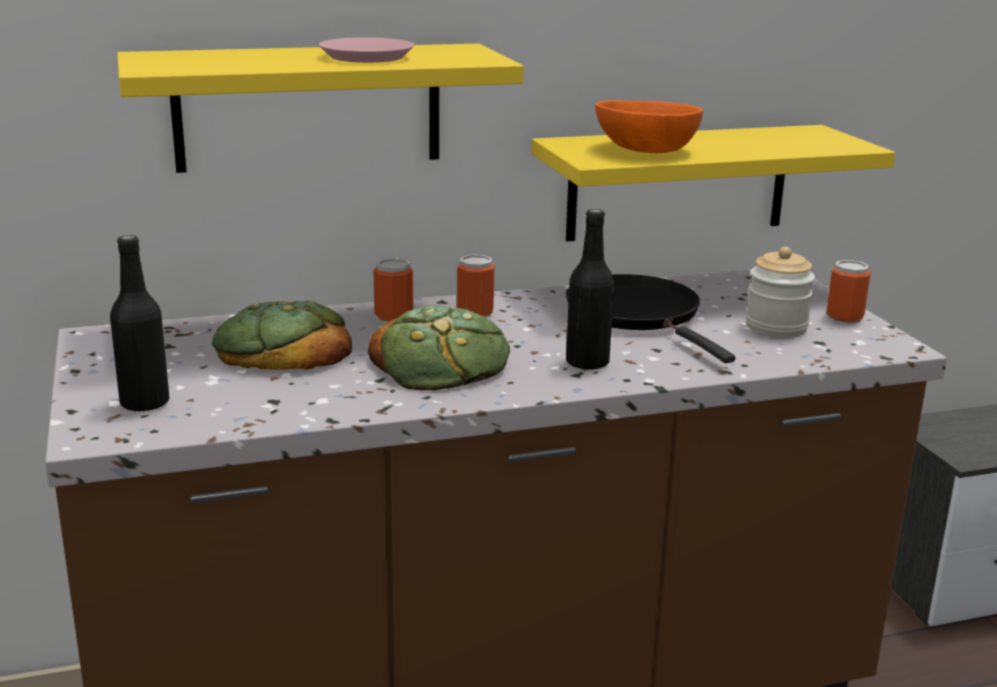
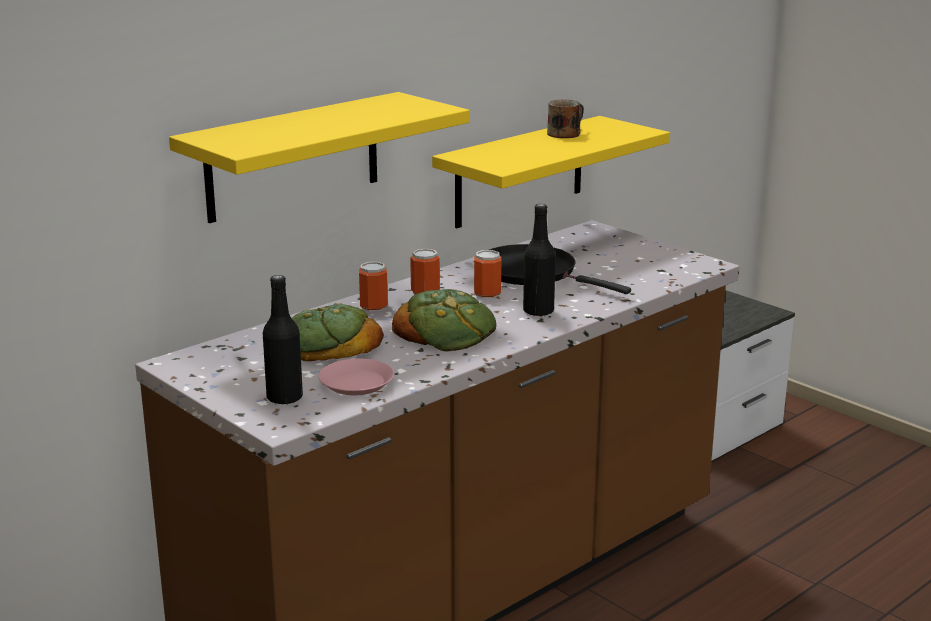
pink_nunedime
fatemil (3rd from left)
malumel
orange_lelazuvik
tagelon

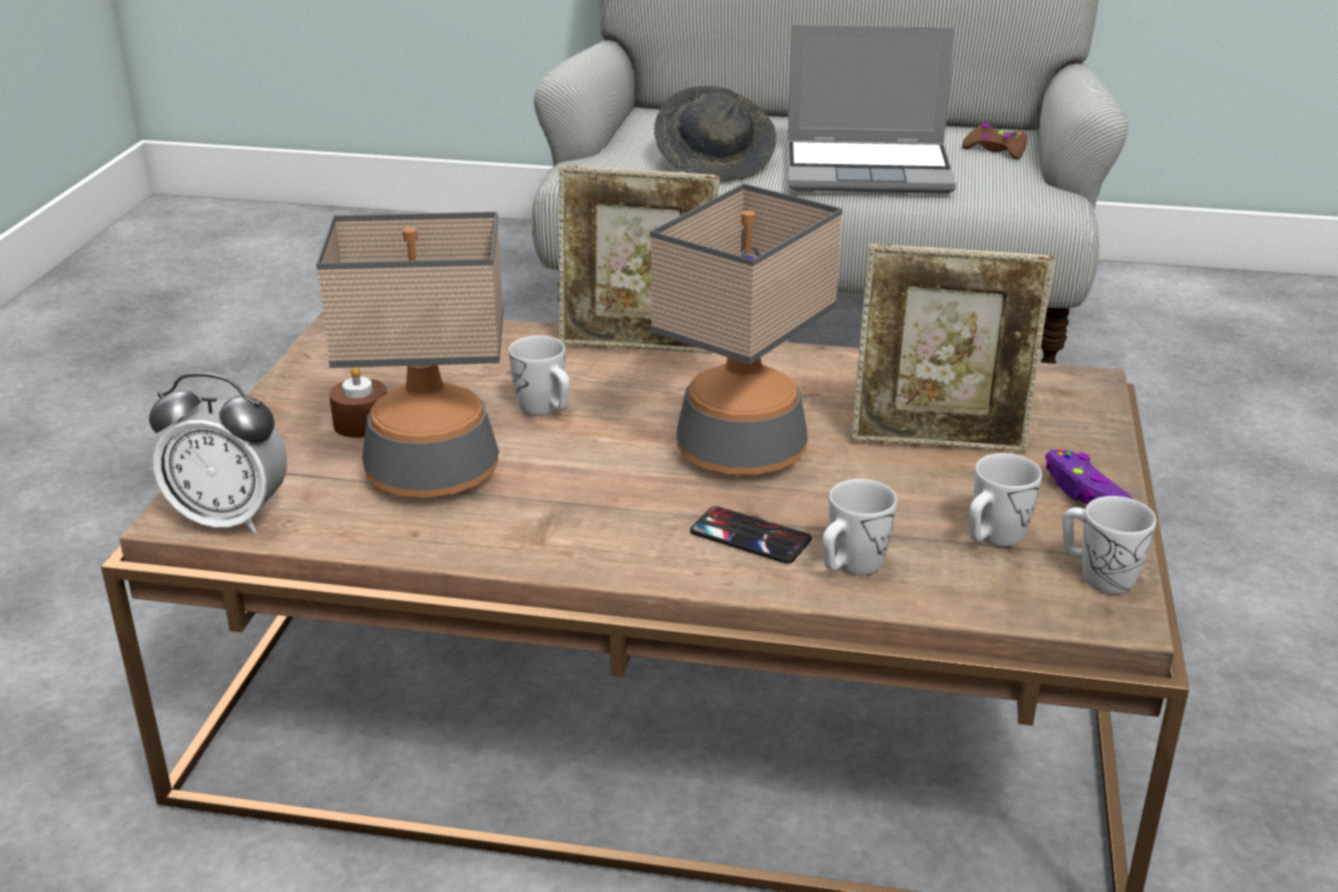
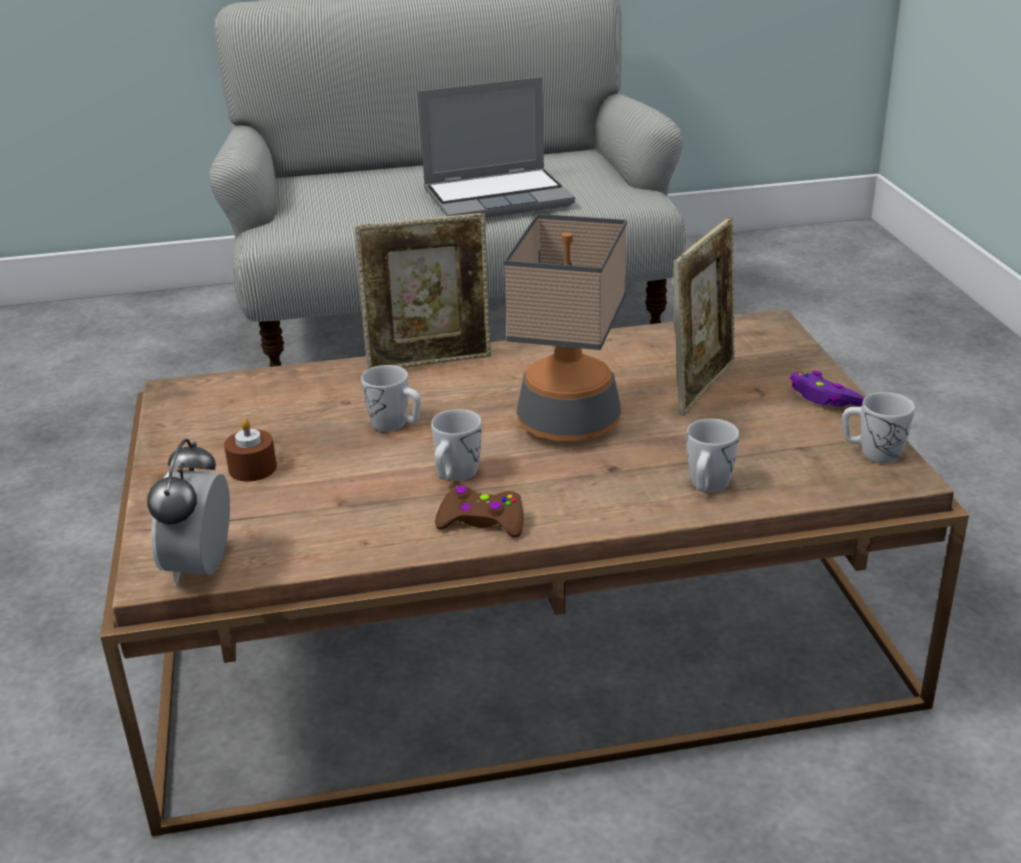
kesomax
white_malumel (2nd from left)
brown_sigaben
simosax (2nd from left)
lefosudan (1st from left in the first image)
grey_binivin
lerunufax

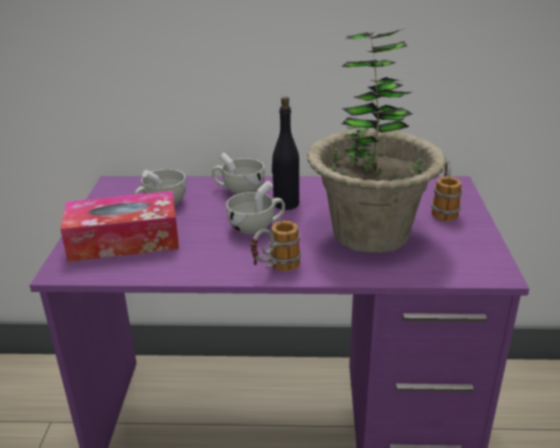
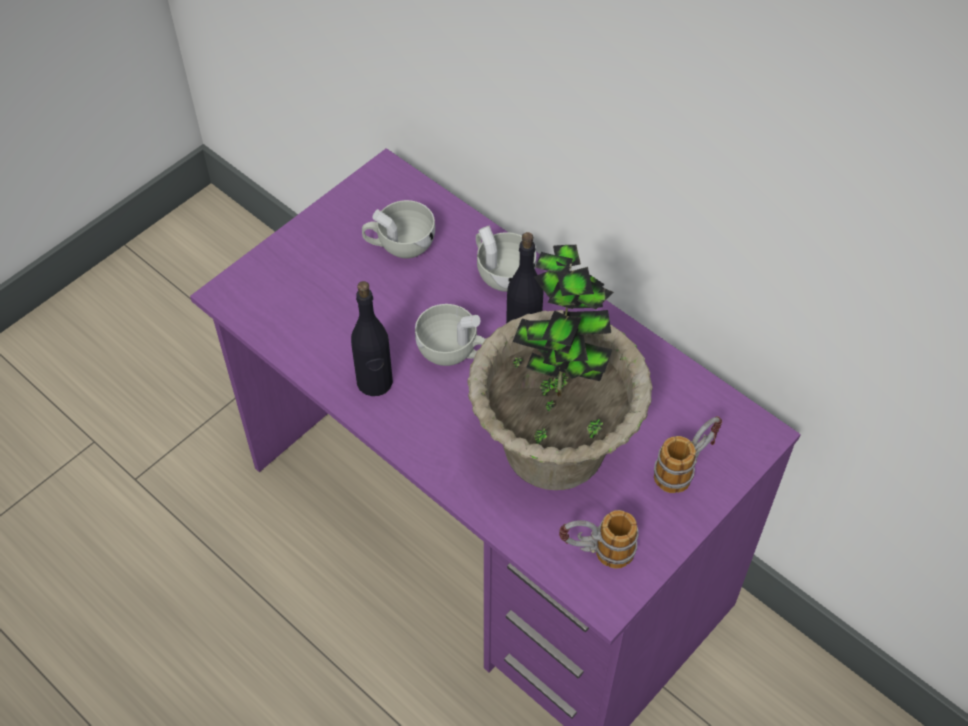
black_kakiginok (1st from left)
malumel (1st from left)
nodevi

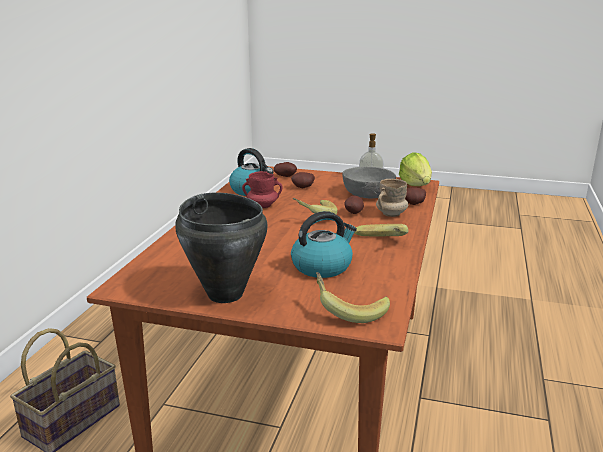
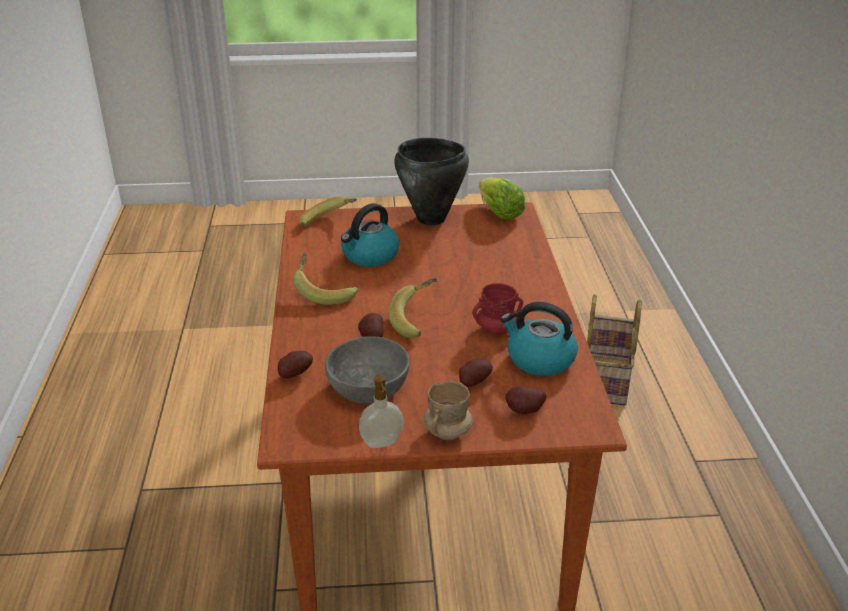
beige_malumel
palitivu

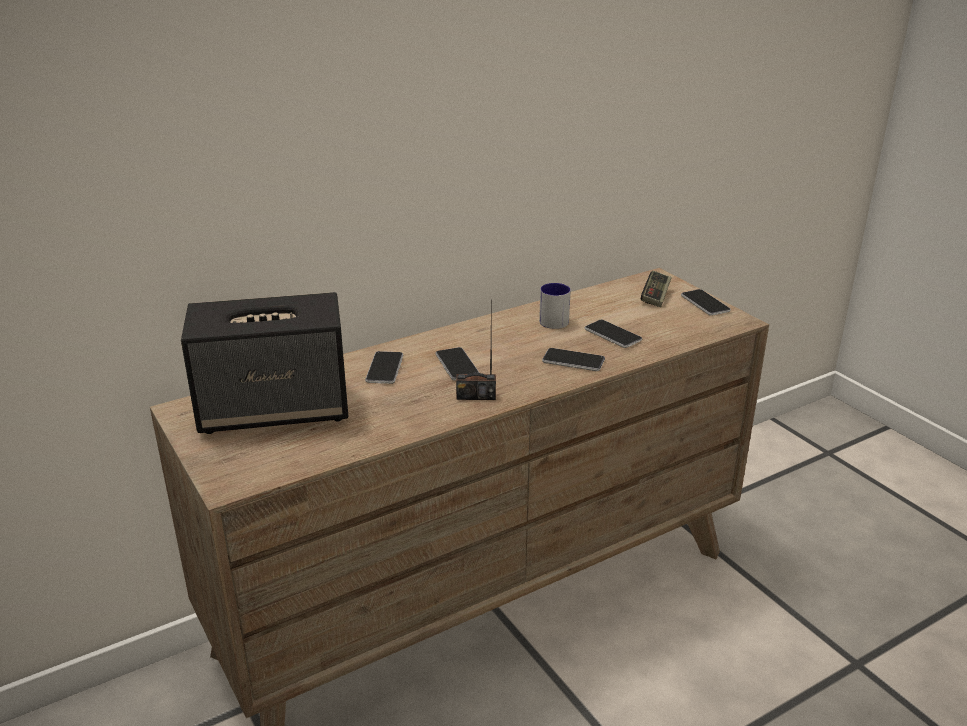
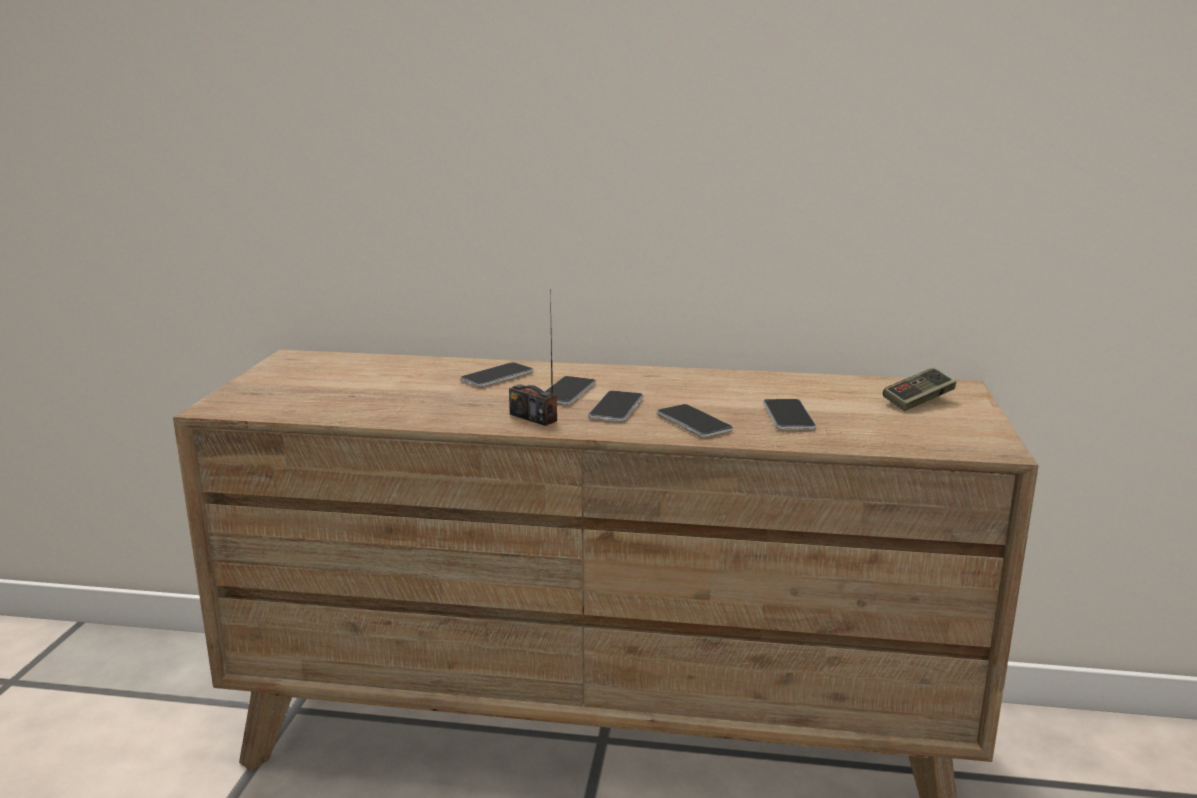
lerunufax (3rd from left)
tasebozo
malumel

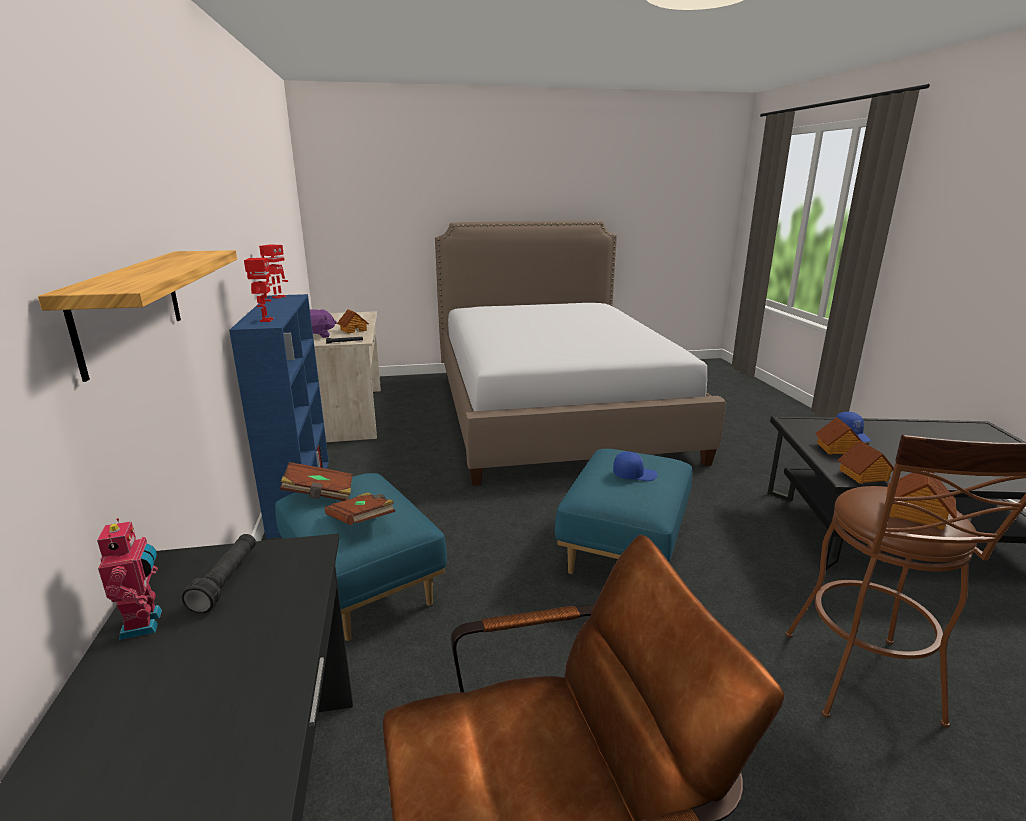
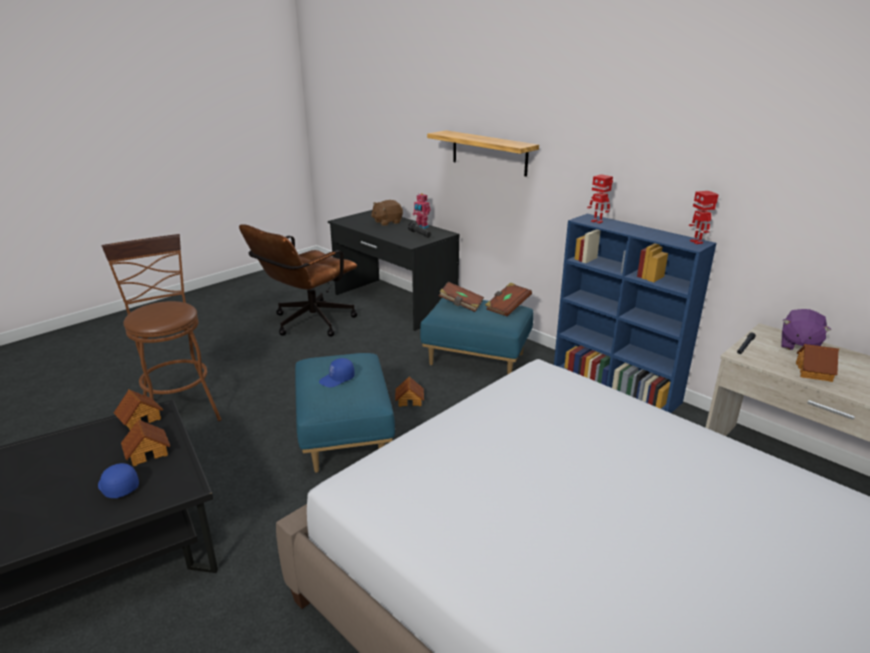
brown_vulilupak
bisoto (3rd from left)

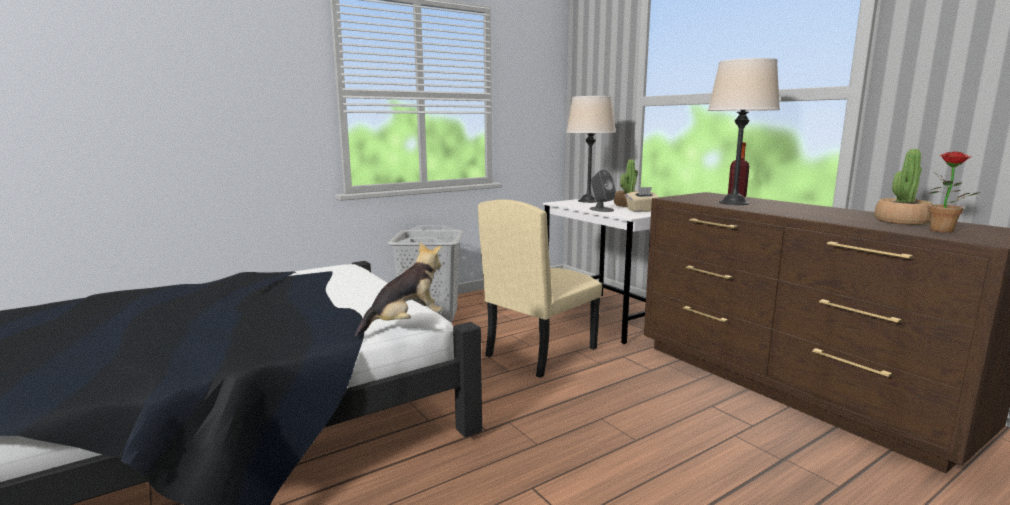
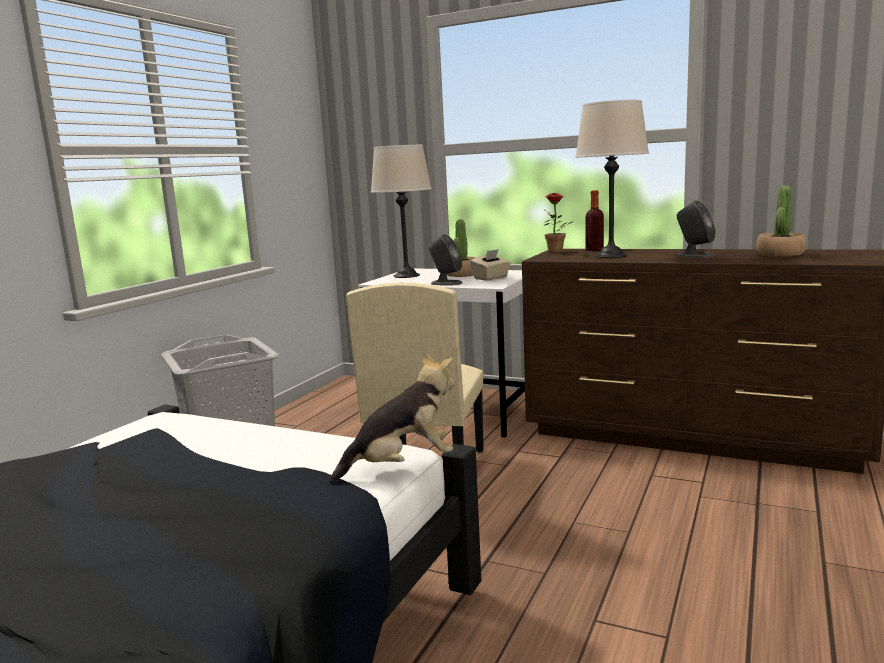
vulilupak
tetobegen (2nd from left)
grey_tasebozo (2nd from left)

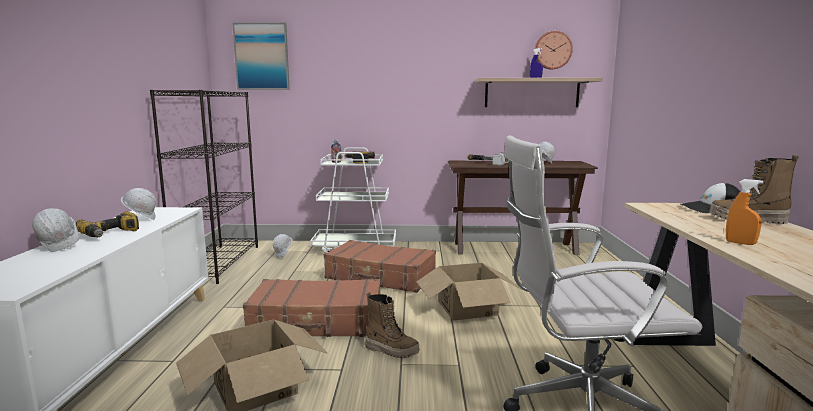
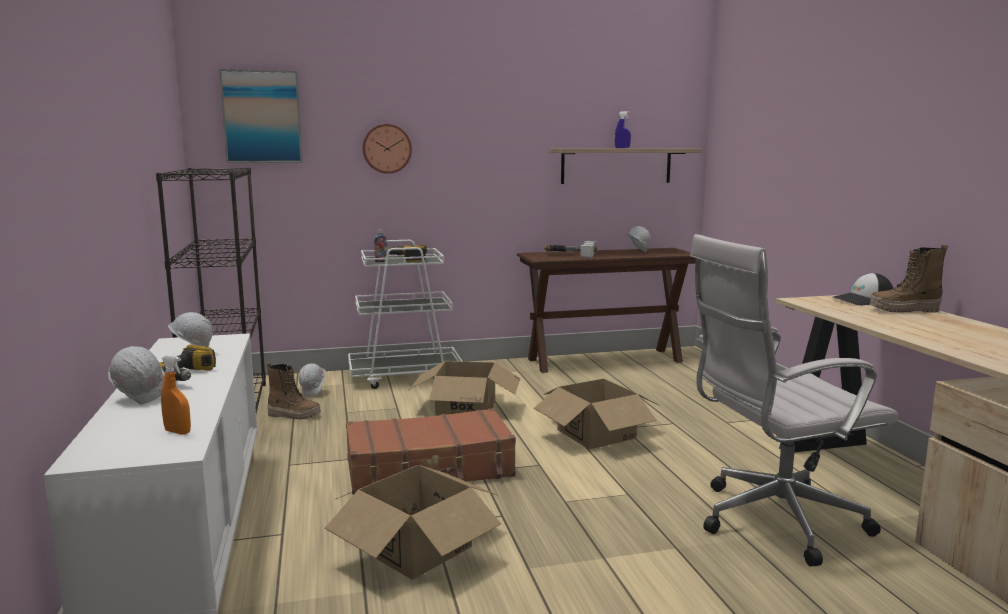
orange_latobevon
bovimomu (1st from left)
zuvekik
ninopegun (2nd from left)

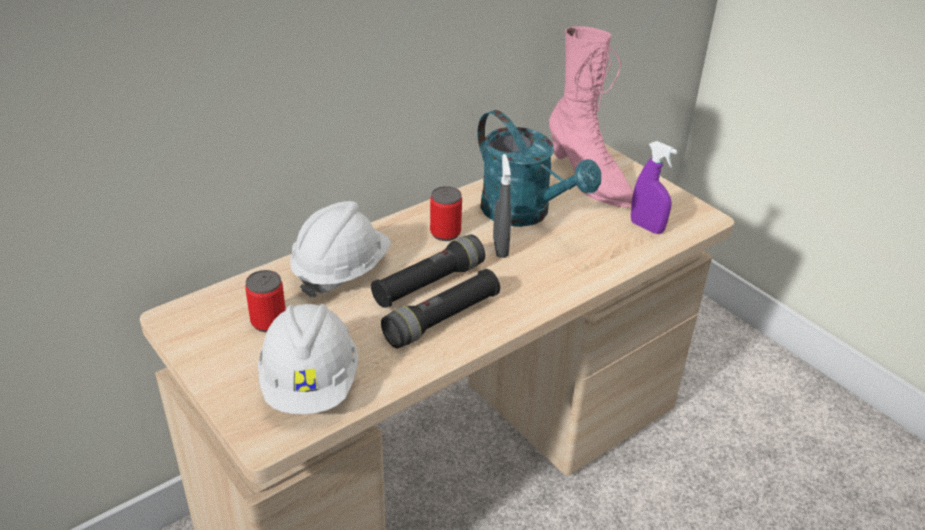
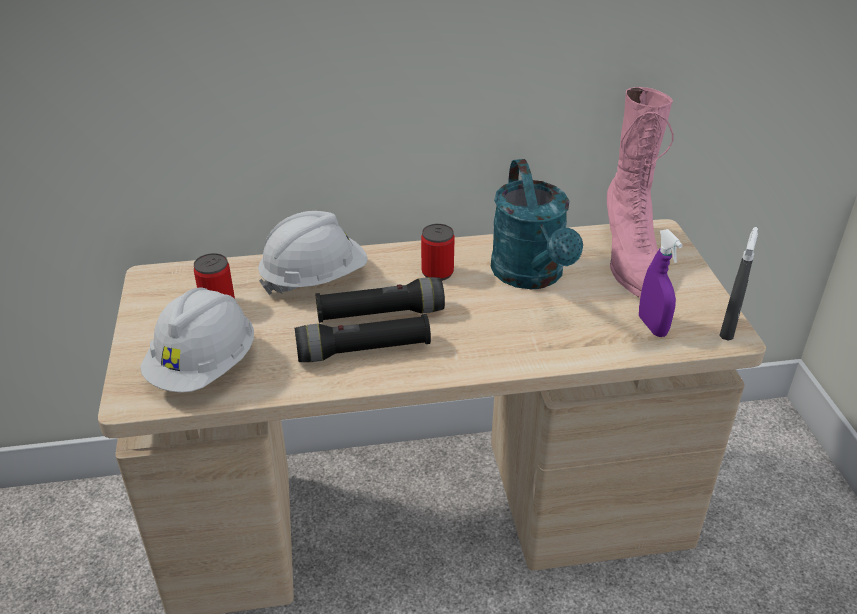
grey_latobevon

